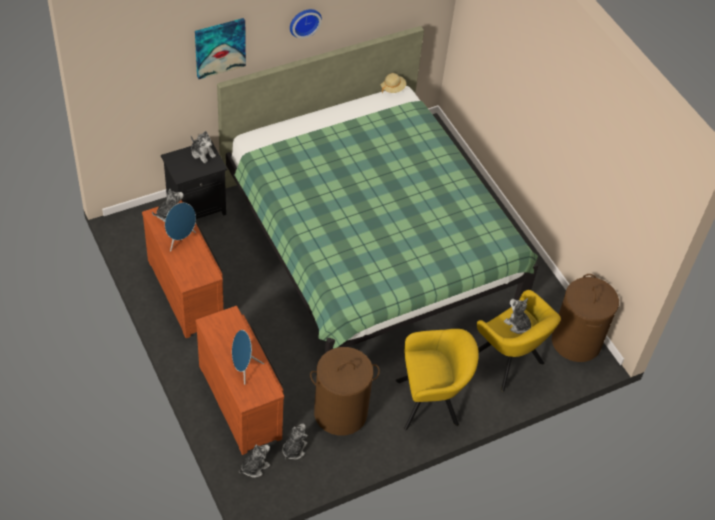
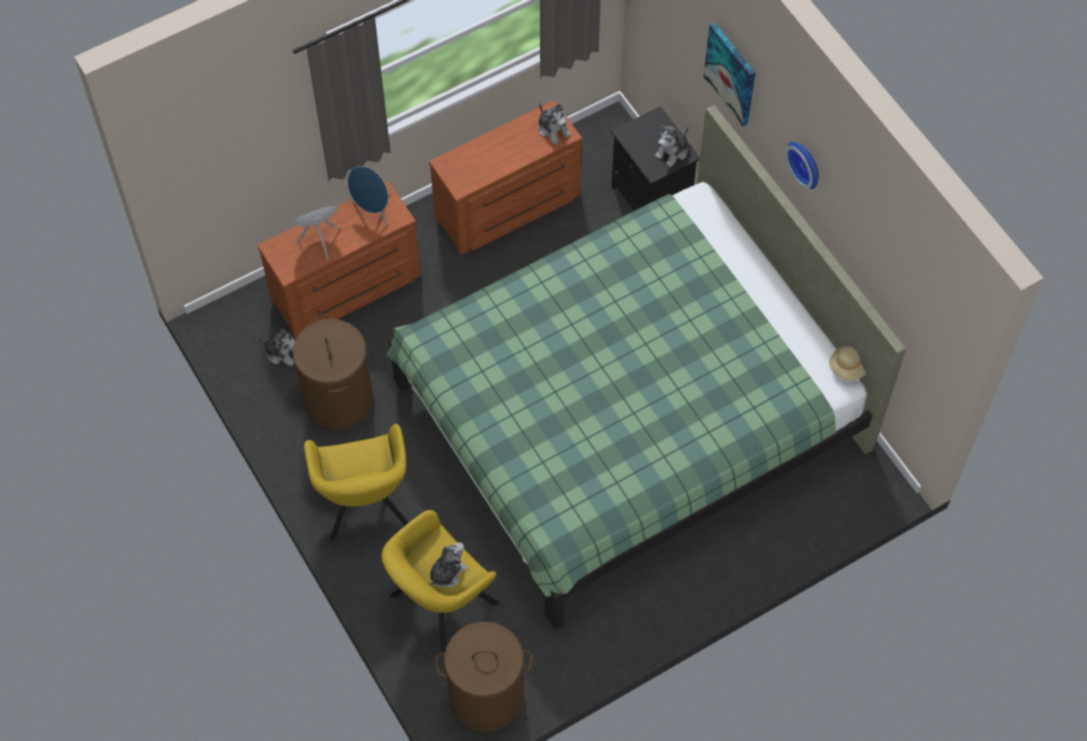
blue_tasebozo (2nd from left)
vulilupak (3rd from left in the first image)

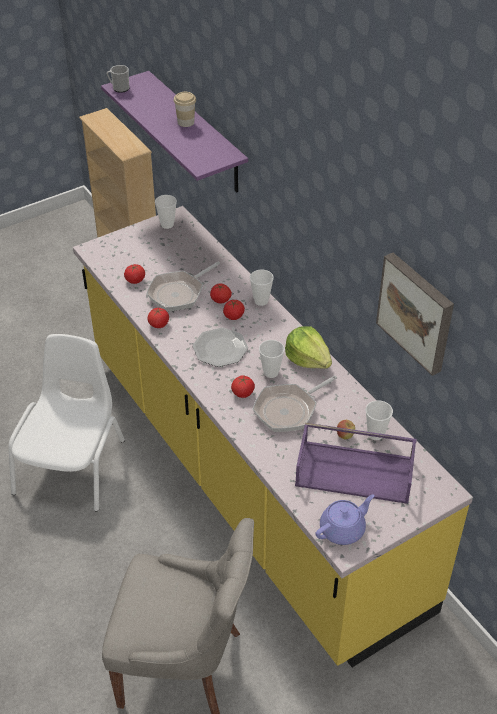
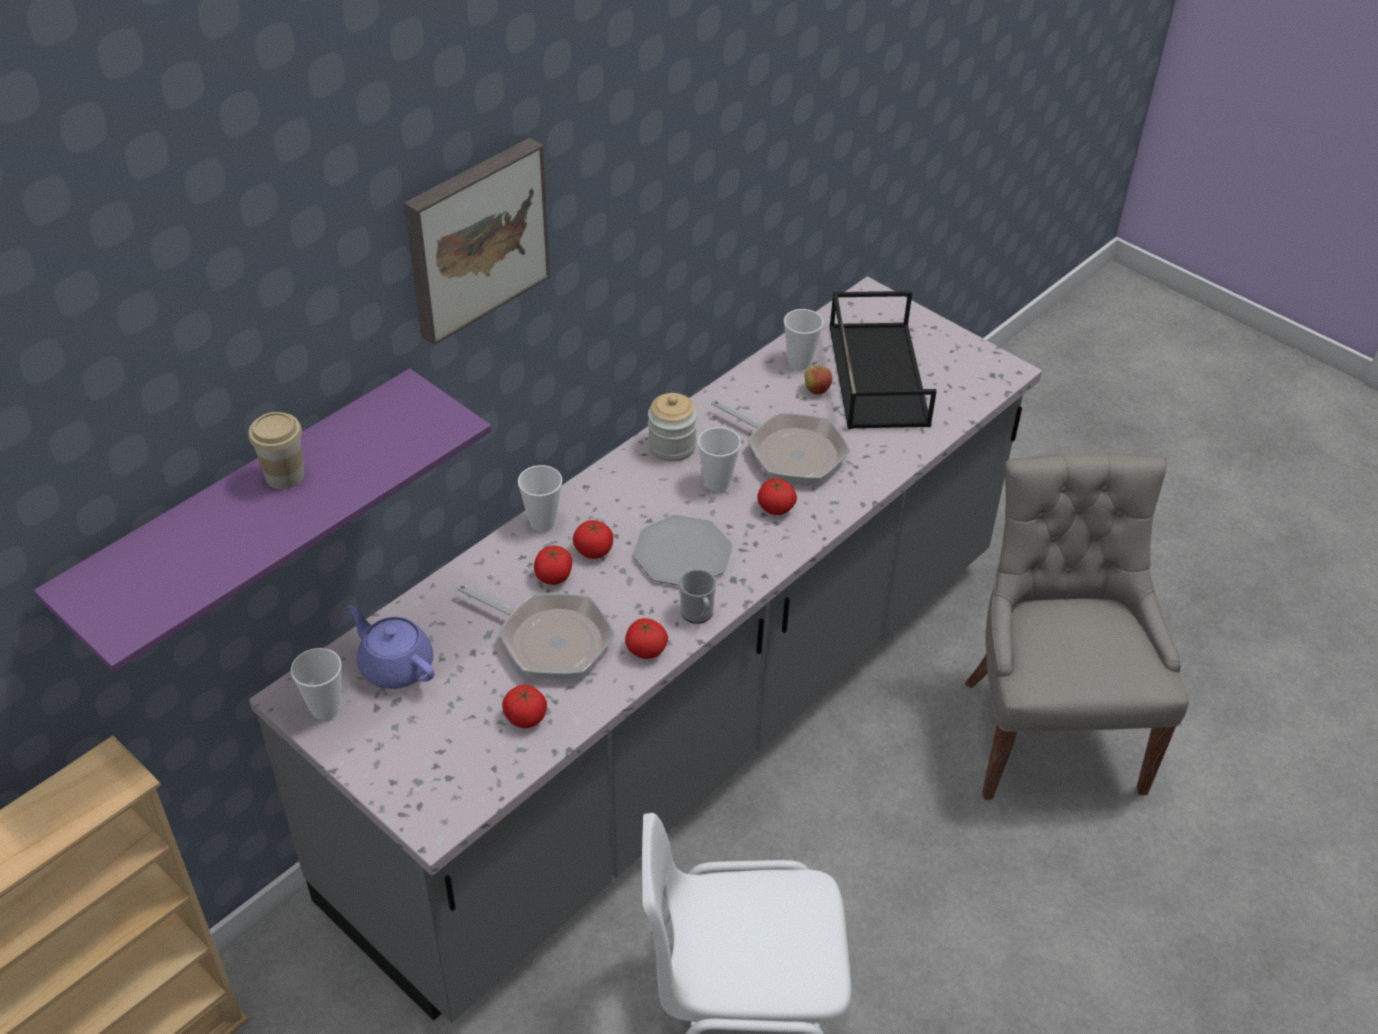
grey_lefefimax
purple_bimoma
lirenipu
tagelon
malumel
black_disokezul

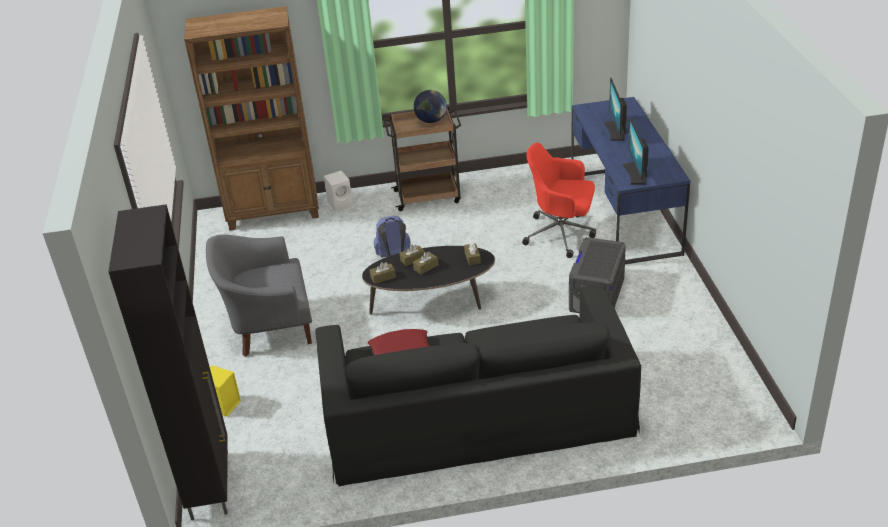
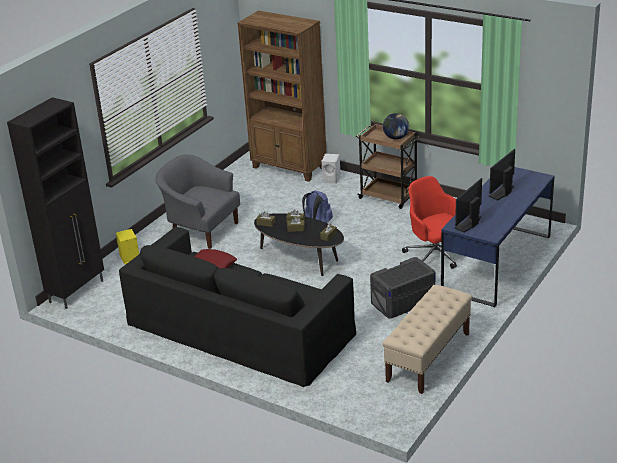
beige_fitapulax

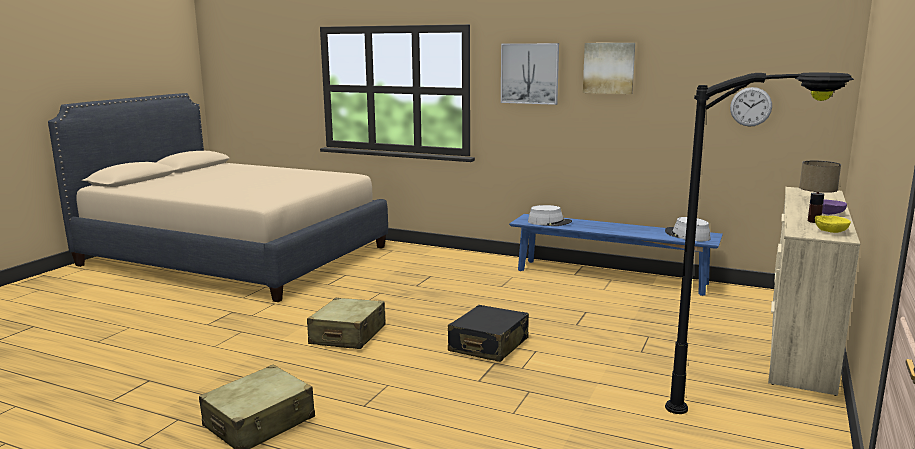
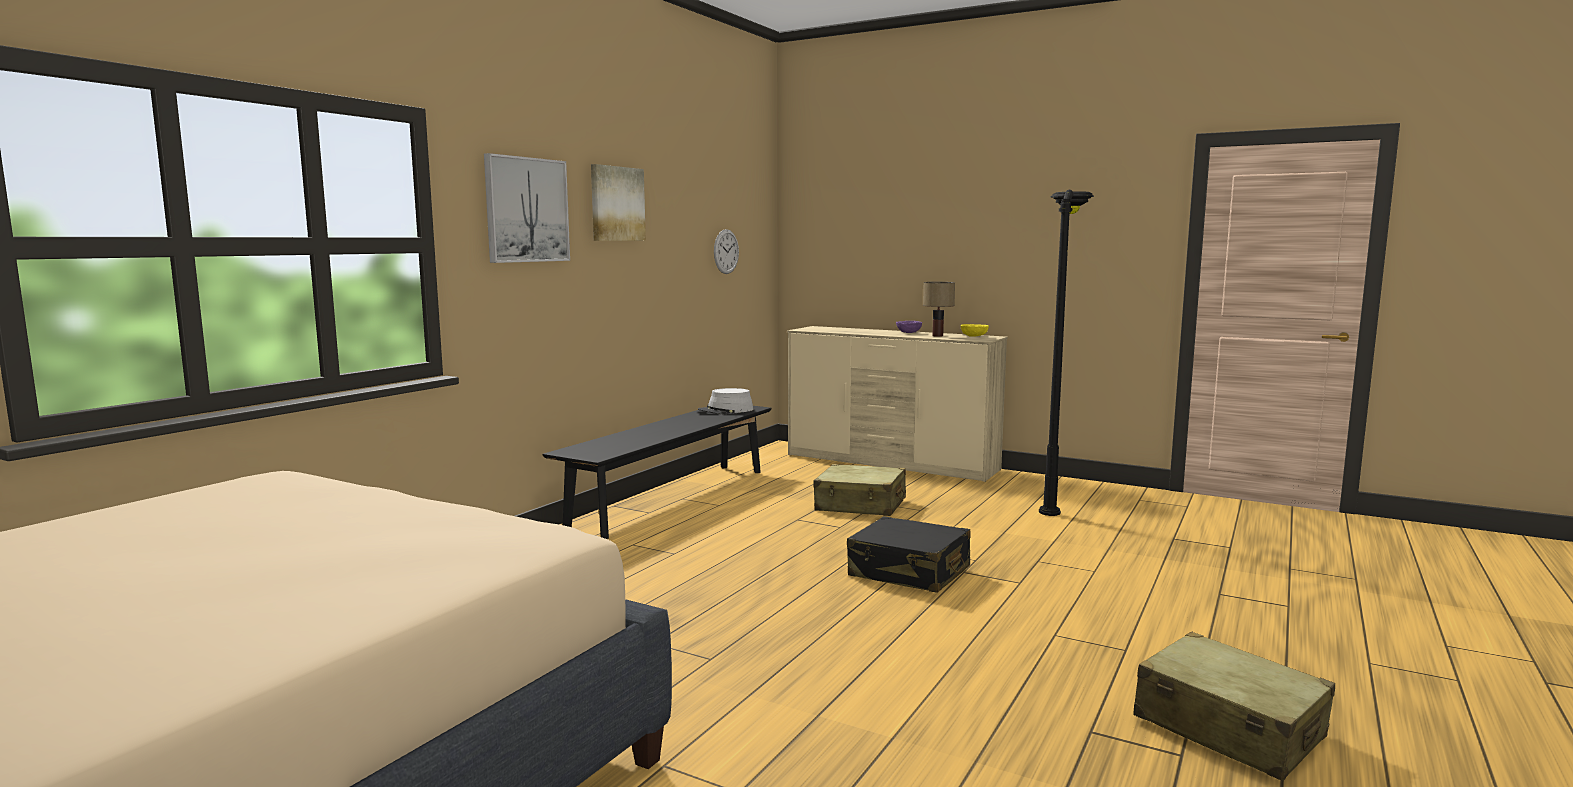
black_fitapulax
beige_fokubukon (1st from left)
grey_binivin (1st from left in the first image)

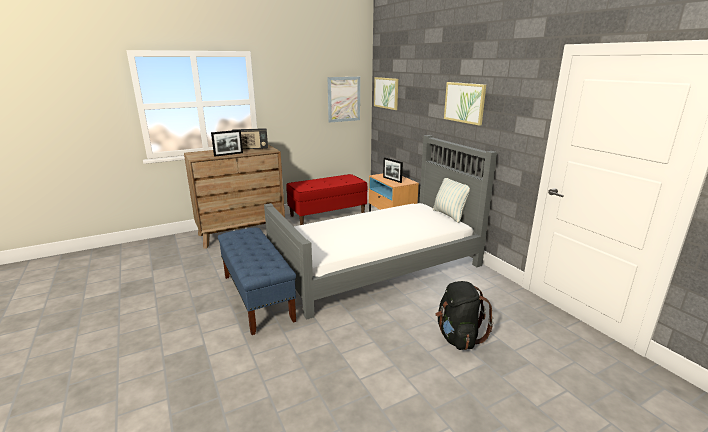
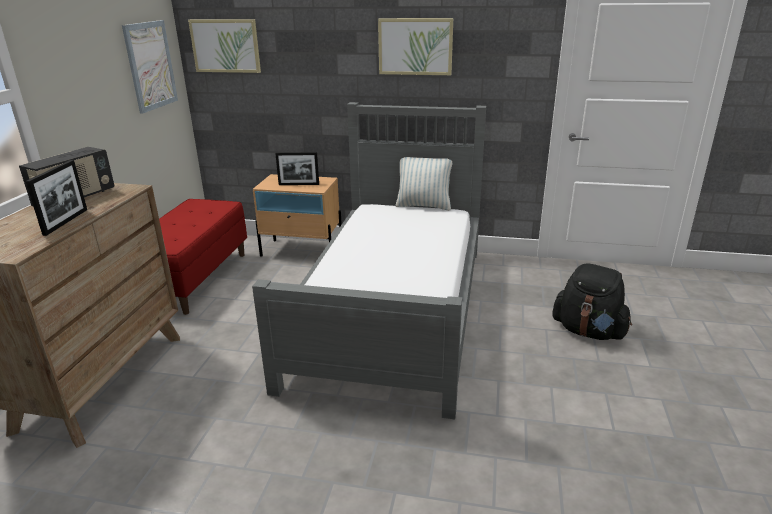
blue_fitapulax

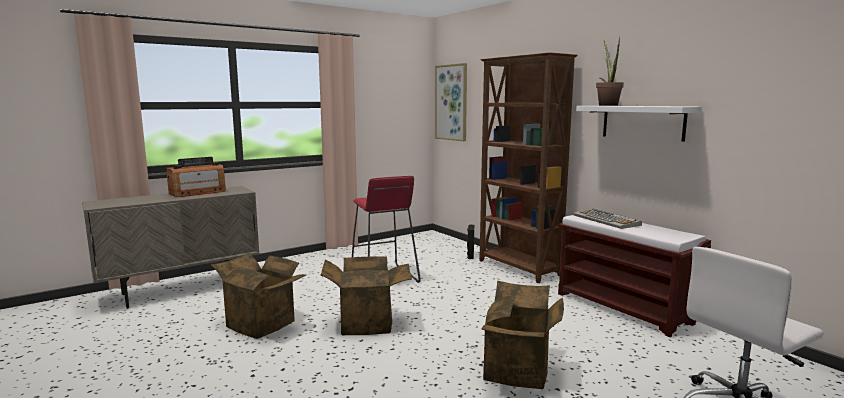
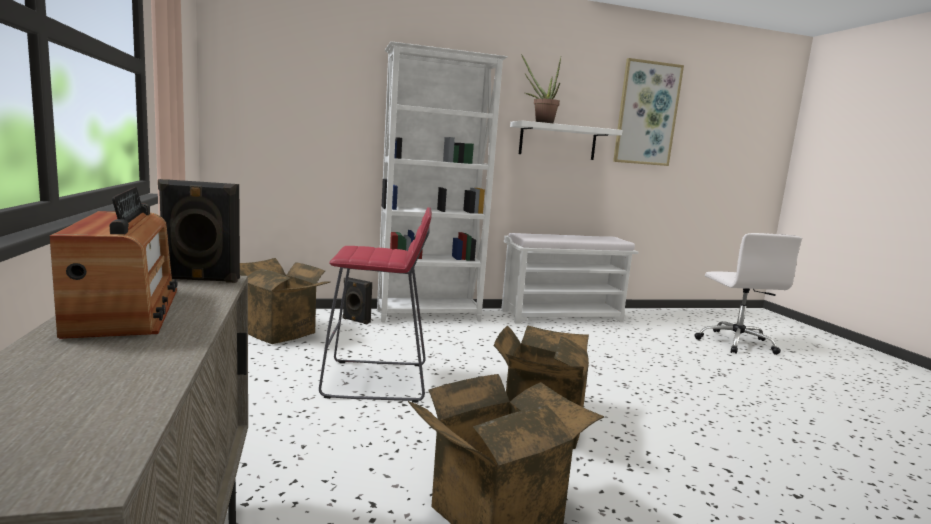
black_tasebozo (1st from left)
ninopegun (1st from left)
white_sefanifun
white_fitapulax
lirenipu
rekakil

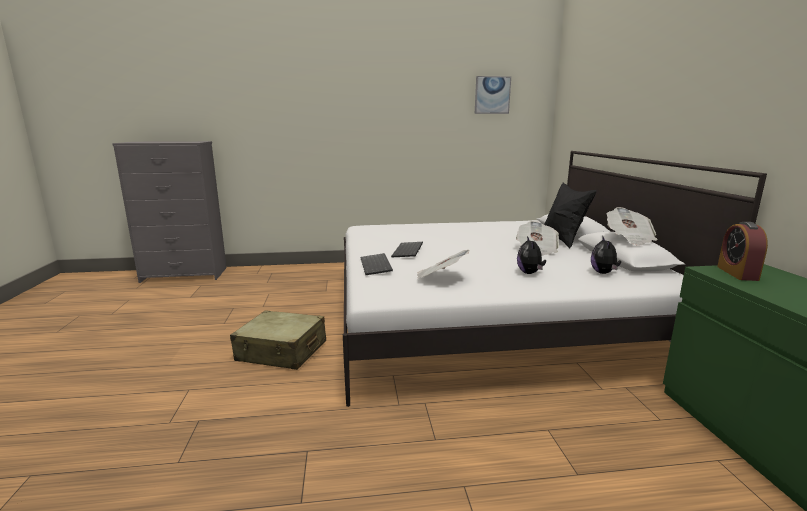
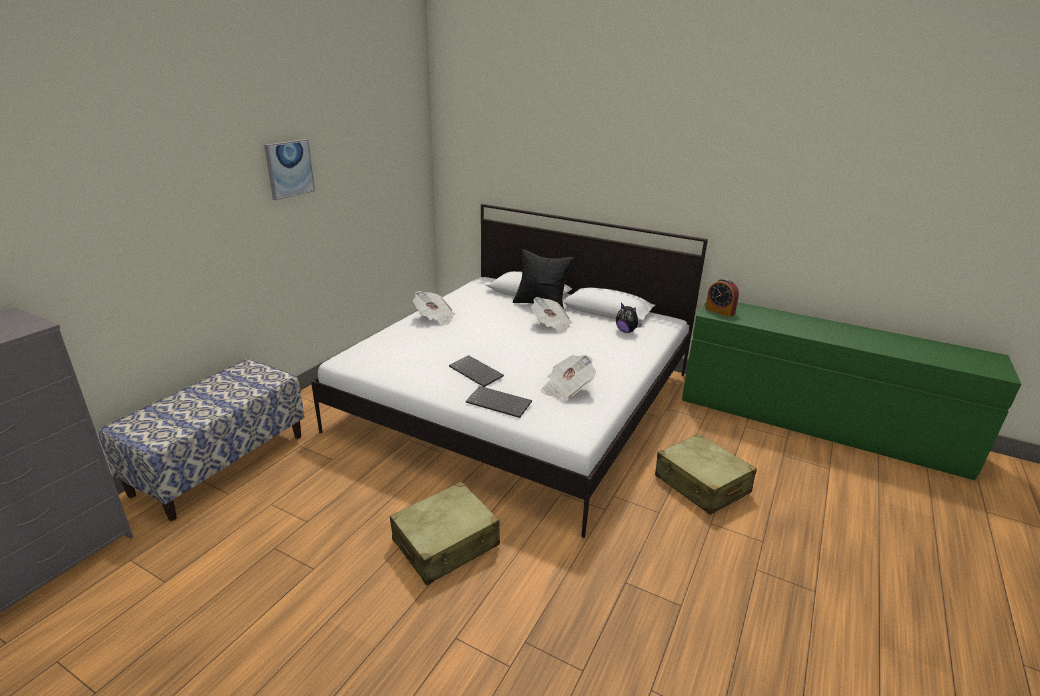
fitapulax
lirenipu
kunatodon (1st from left)
beige_fokubukon (2nd from left)
vulilupak (1st from left in the first image)

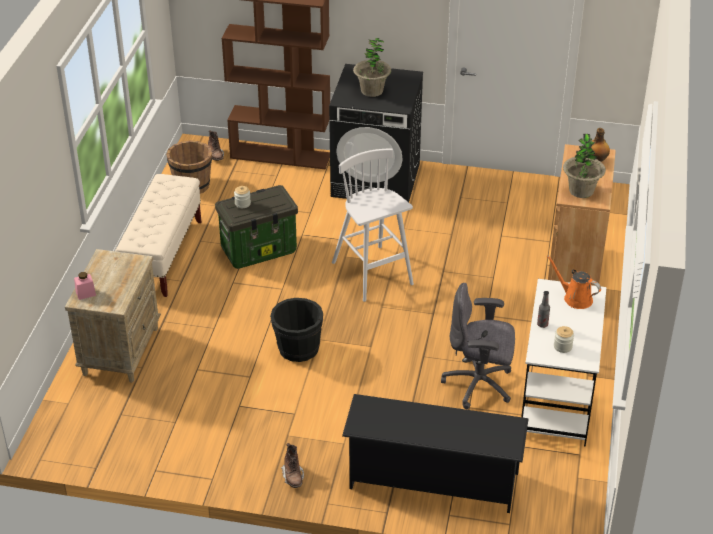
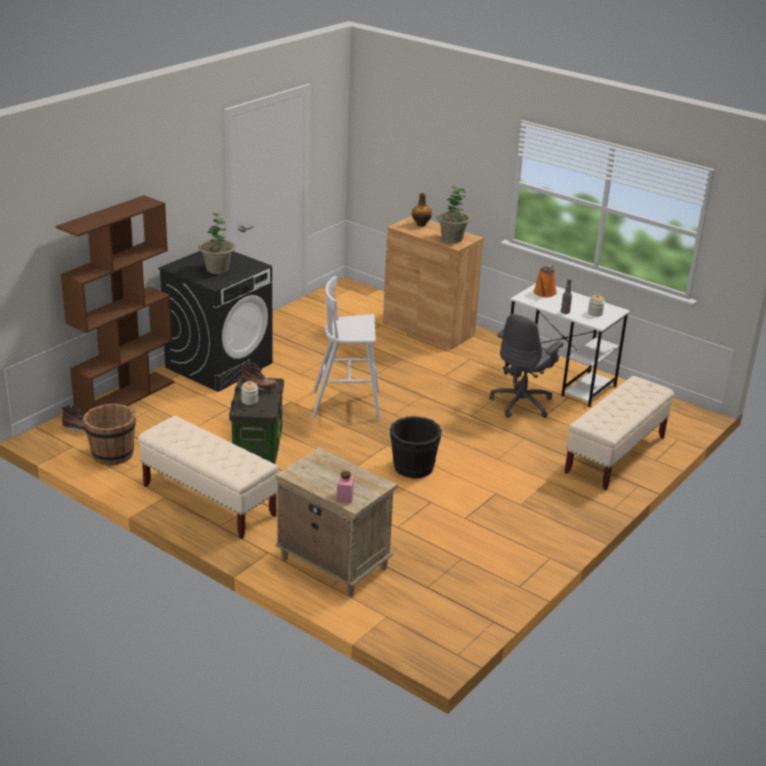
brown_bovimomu (2nd from left)
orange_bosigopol
beige_fitapulax (2nd from left)

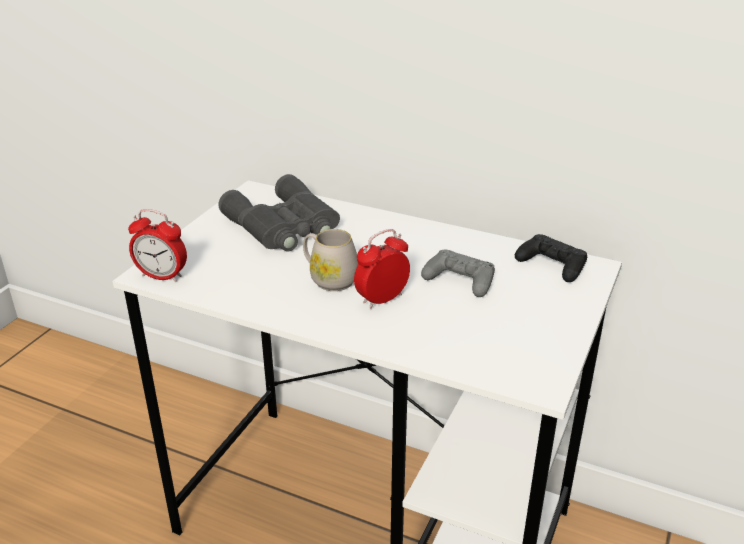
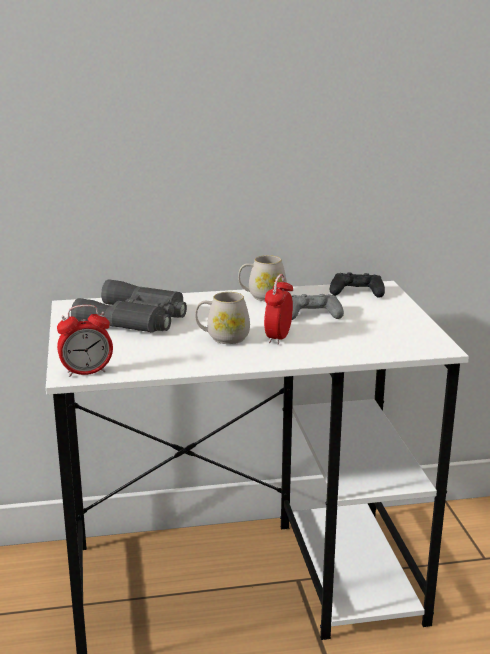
white_malumel (2nd from left)

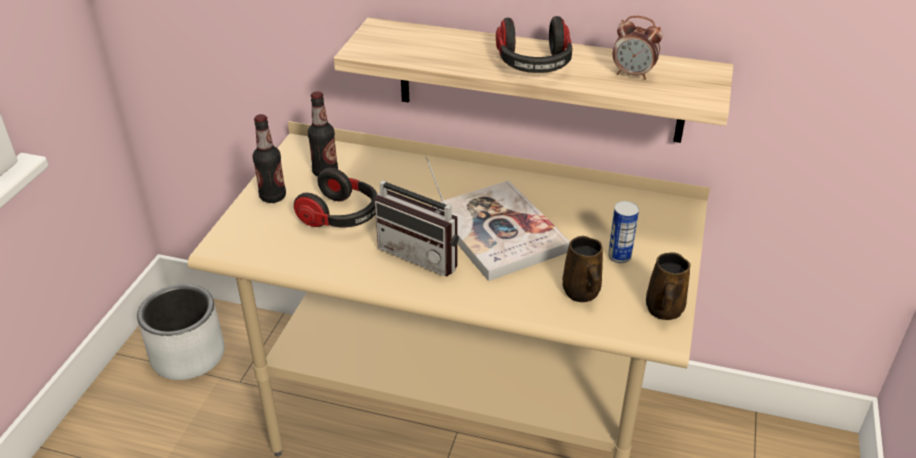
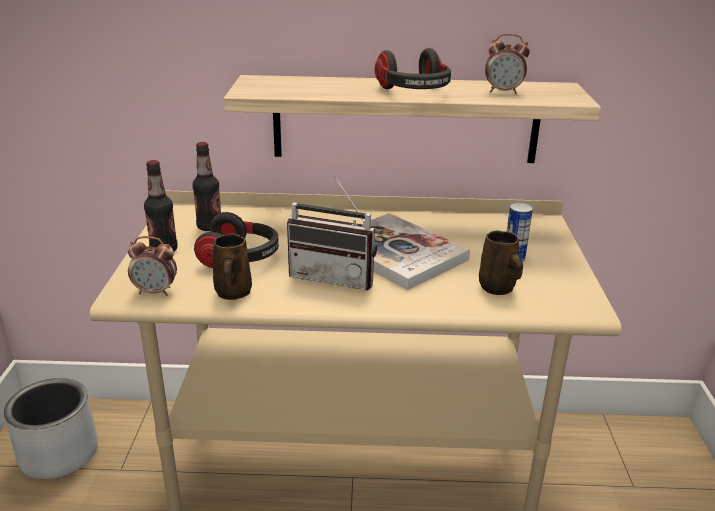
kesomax (1st from left)
brown_malumel (1st from left)

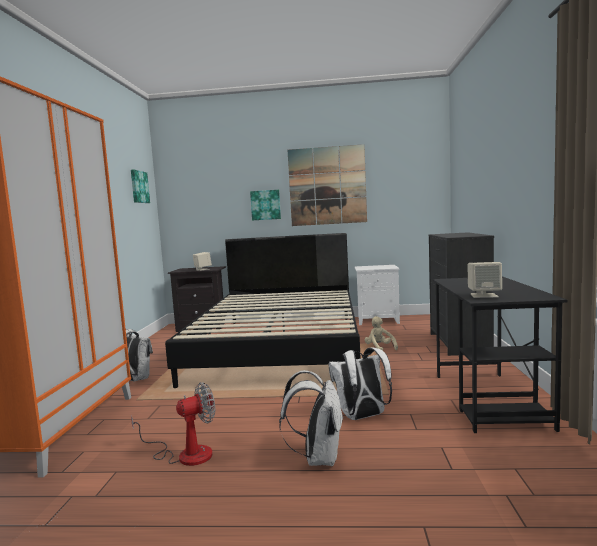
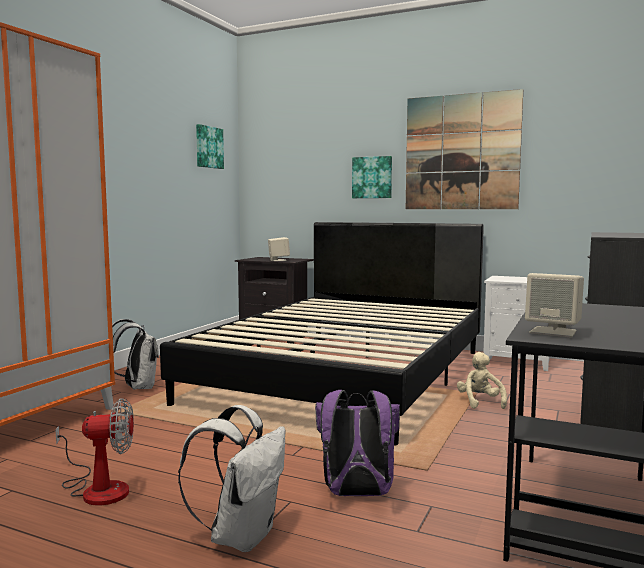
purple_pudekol

